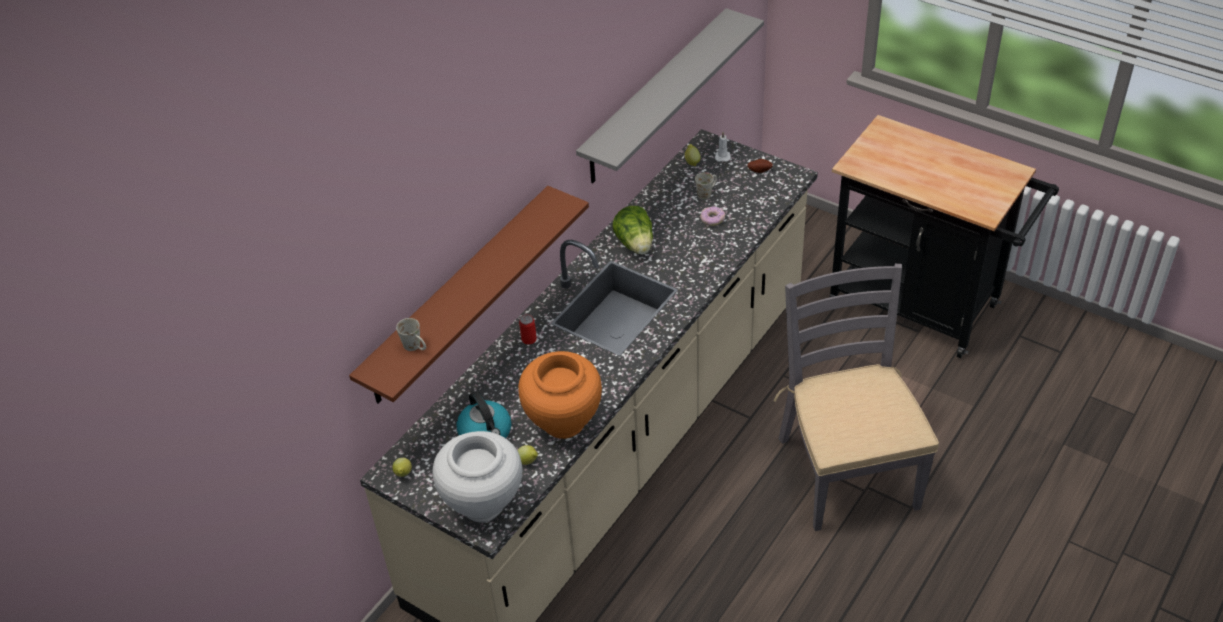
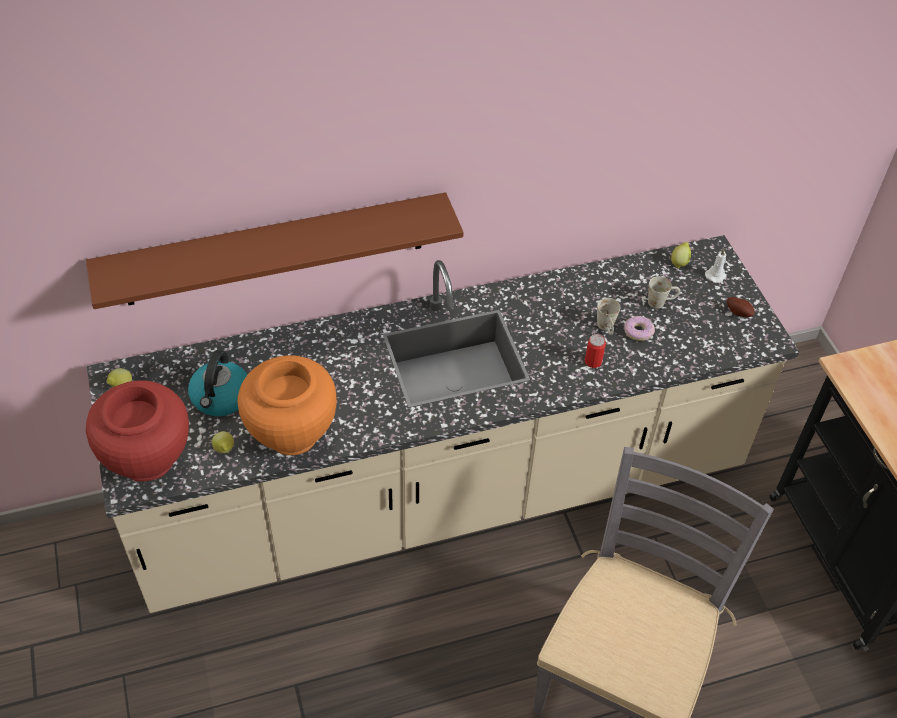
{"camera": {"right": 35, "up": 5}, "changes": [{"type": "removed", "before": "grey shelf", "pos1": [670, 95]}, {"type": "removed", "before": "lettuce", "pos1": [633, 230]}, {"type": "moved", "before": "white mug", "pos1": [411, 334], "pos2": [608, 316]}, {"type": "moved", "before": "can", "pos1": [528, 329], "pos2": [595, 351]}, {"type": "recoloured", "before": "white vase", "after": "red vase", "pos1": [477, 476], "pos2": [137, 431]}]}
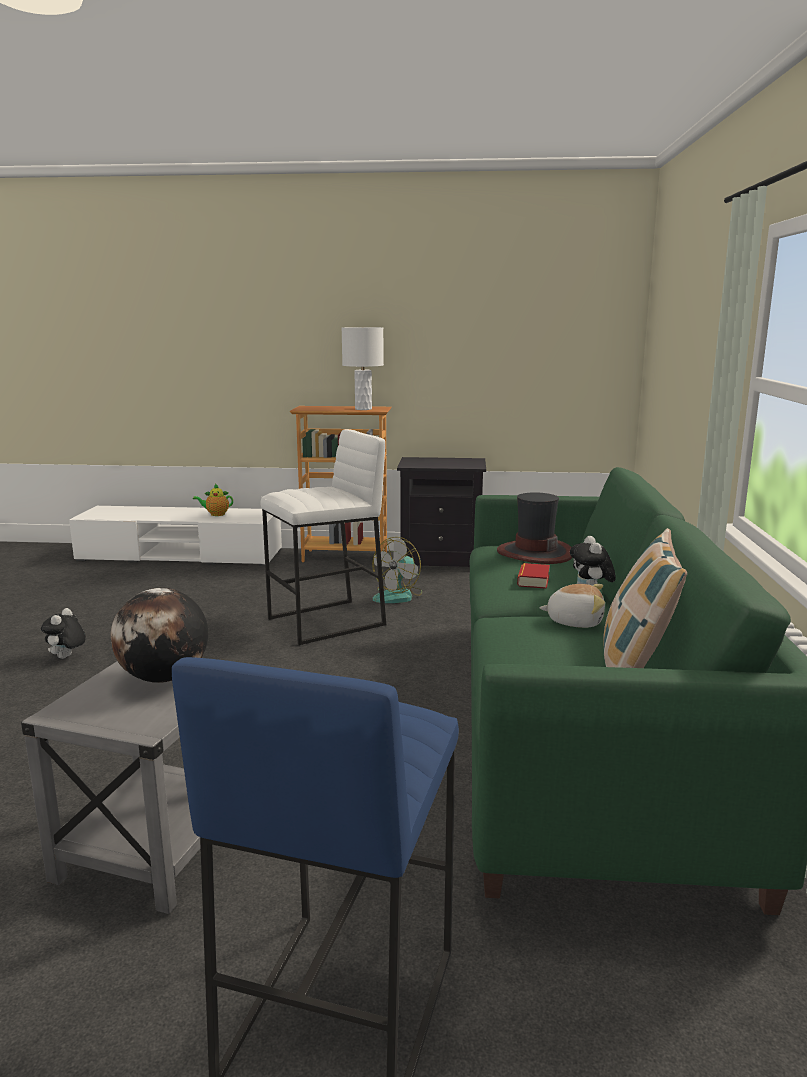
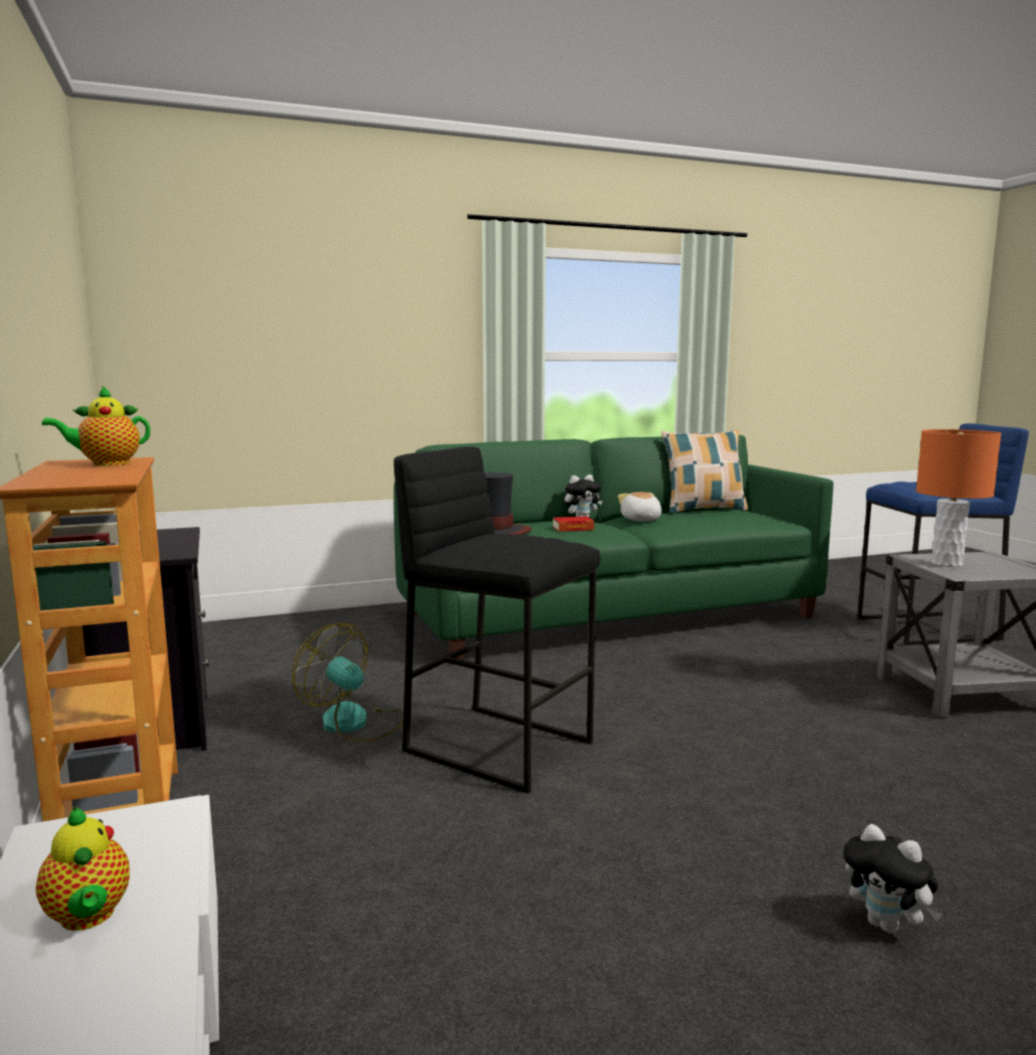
{"camera": {"right": -115, "up": -5}, "changes": [{"type": "replaced", "before": "globe", "after": "orange table lamp", "pos1": [159, 635], "pos2": [958, 498]}, {"type": "replaced", "before": "white table lamp", "after": "teapot", "pos1": [363, 368], "pos2": [96, 425]}, {"type": "recoloured", "before": "white stool", "after": "black stool", "pos1": [323, 537], "pos2": [497, 620]}, {"type": "turned", "before": "plush toy", "pos1": [63, 633], "pos2": [893, 878], "turn": 60}, {"type": "turned", "before": "fan", "pos1": [397, 570], "pos2": [348, 682], "turn": -150}]}
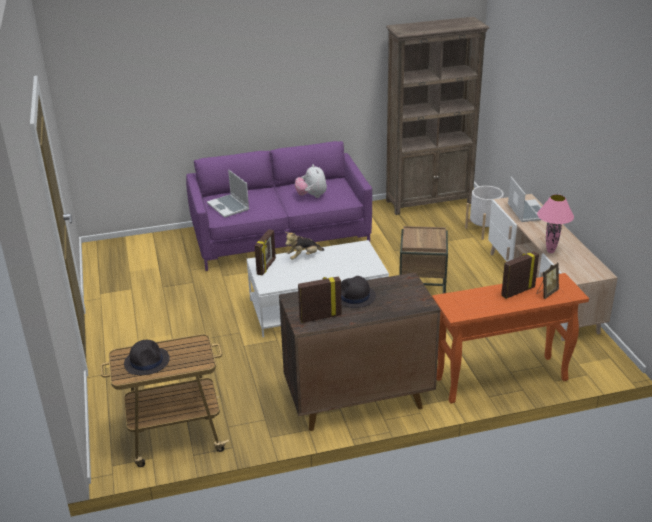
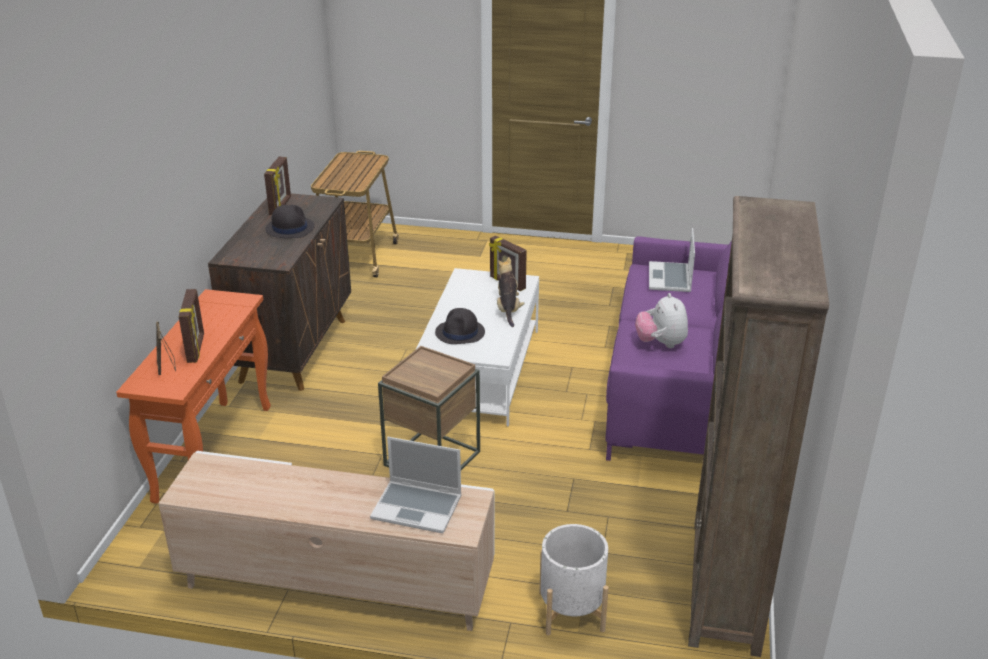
{"camera": {"right": 115, "up": 0}, "changes": [{"type": "removed", "before": "pink table lamp", "pos1": [555, 223]}, {"type": "moved", "before": "black hat", "pos1": [146, 357], "pos2": [460, 326]}, {"type": "turned", "before": "laptop", "pos1": [228, 194], "pos2": [672, 260], "turn": -75}, {"type": "turned", "before": "plush toy", "pos1": [311, 181], "pos2": [661, 320], "turn": -105}]}
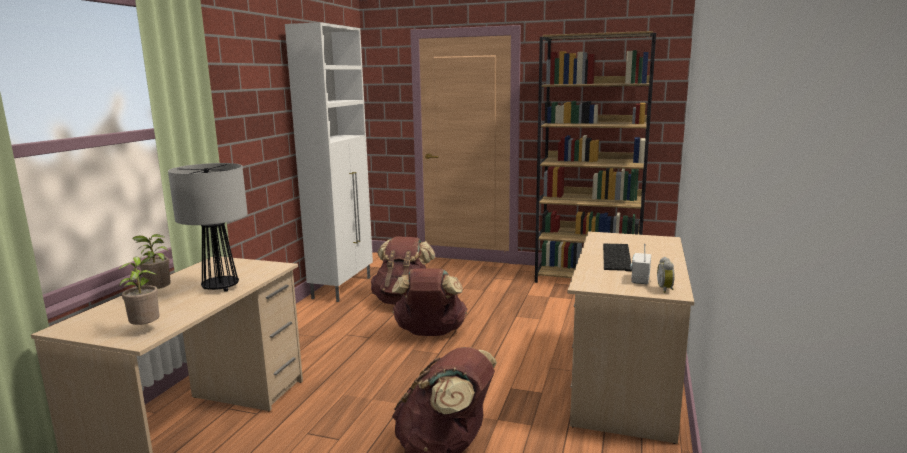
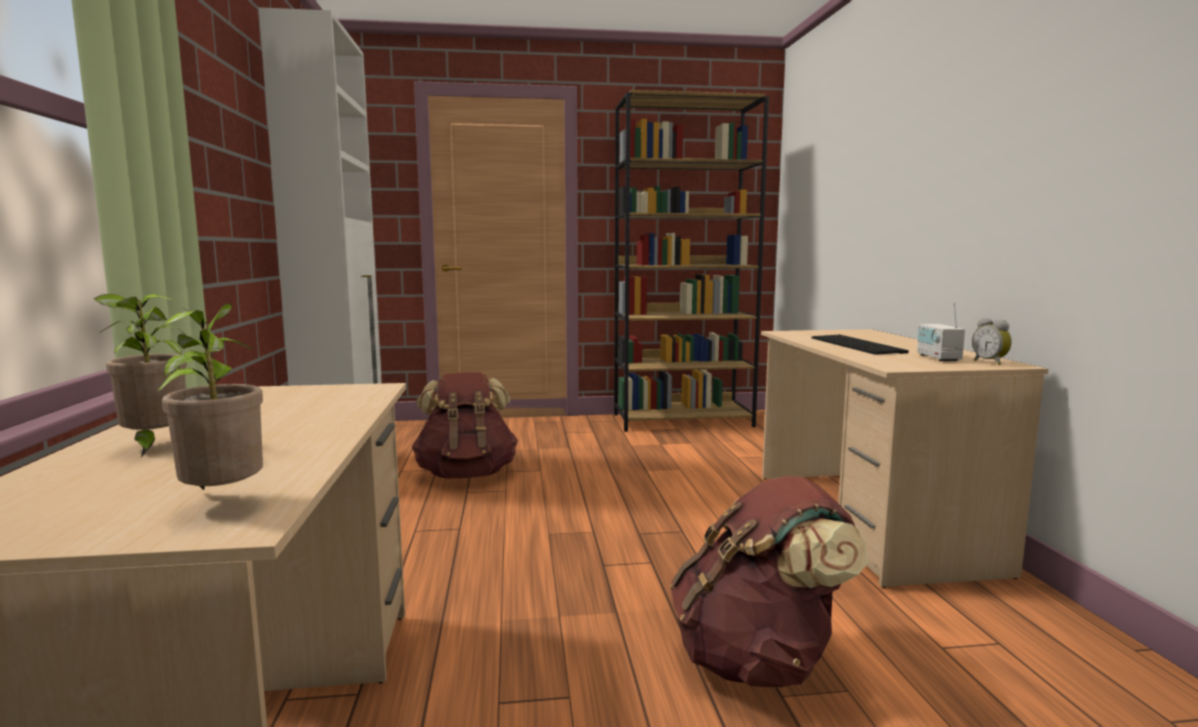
{"camera": {"right": -25, "up": -5}, "changes": [{"type": "removed", "before": "table lamp", "pos1": [208, 227]}, {"type": "removed", "before": "brown backpack", "pos1": [429, 302]}]}
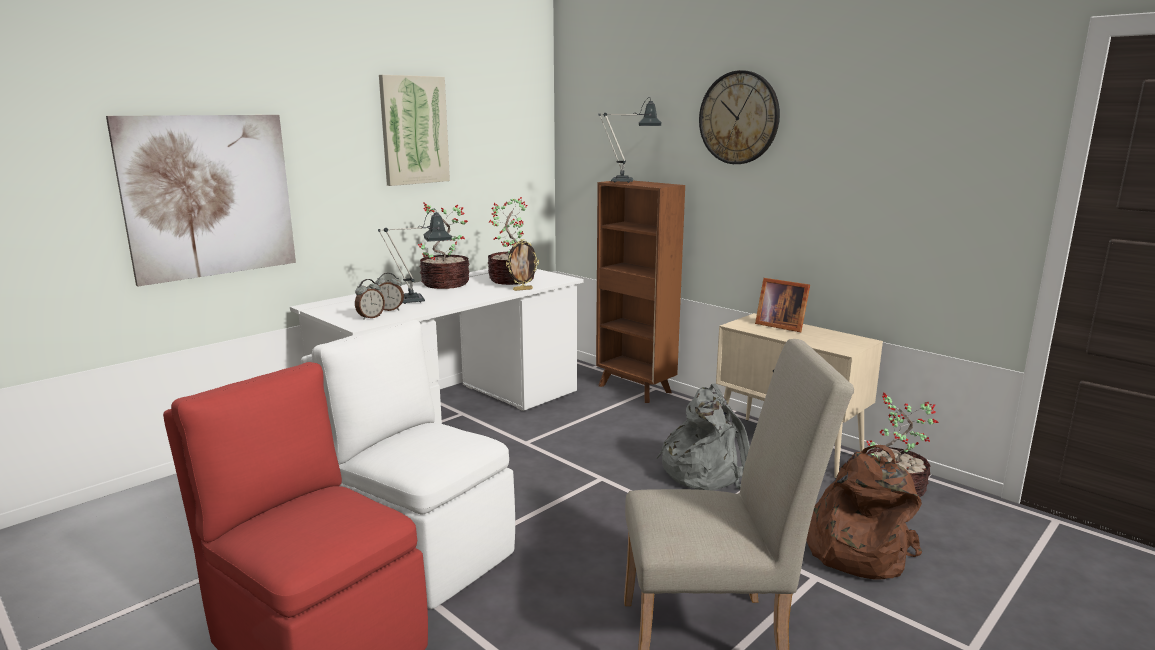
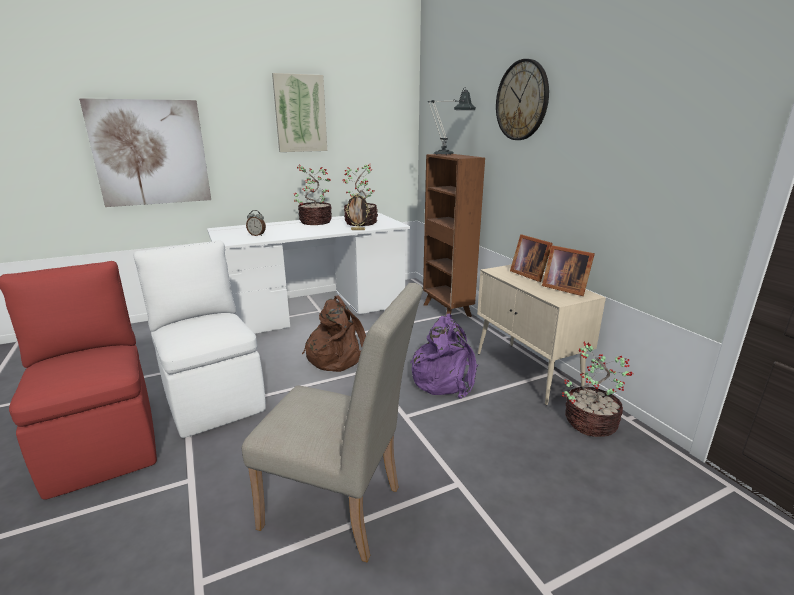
{"camera": {"right": 20, "up": 5}, "changes": [{"type": "removed", "before": "alarm clock", "pos1": [370, 299]}, {"type": "removed", "before": "table lamp", "pos1": [415, 256]}, {"type": "added", "after": "picture frame", "pos2": [568, 270]}, {"type": "moved", "before": "brown backpack", "pos1": [864, 512], "pos2": [334, 333]}, {"type": "recoloured", "before": "grey backpack", "after": "purple backpack", "pos1": [703, 437], "pos2": [444, 356]}]}
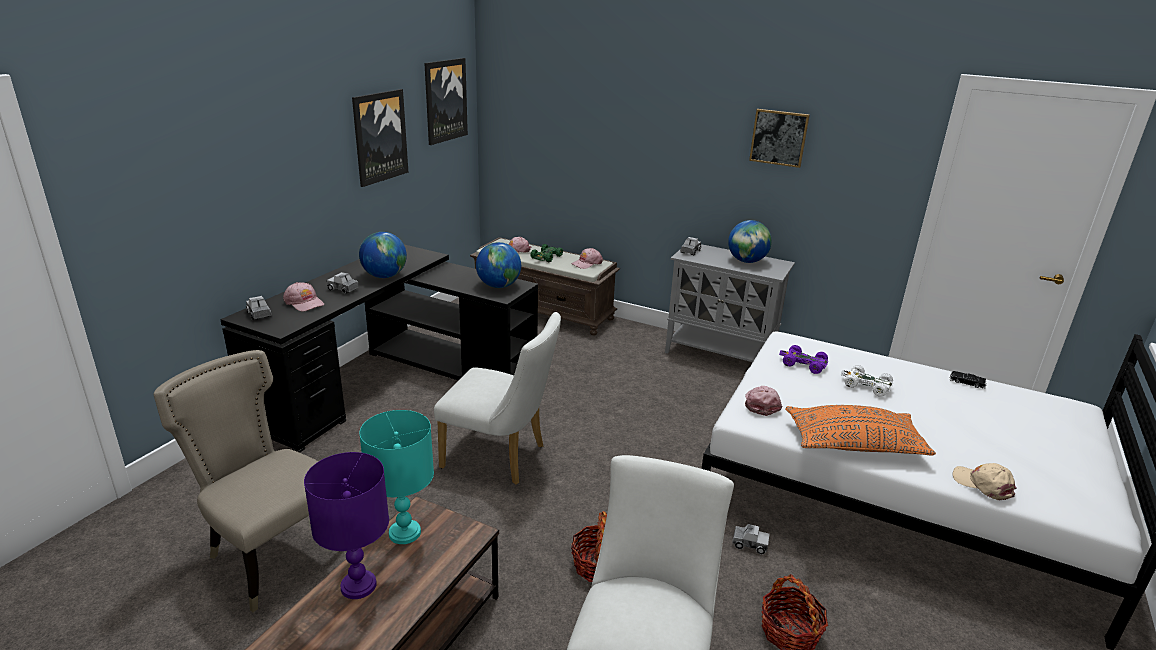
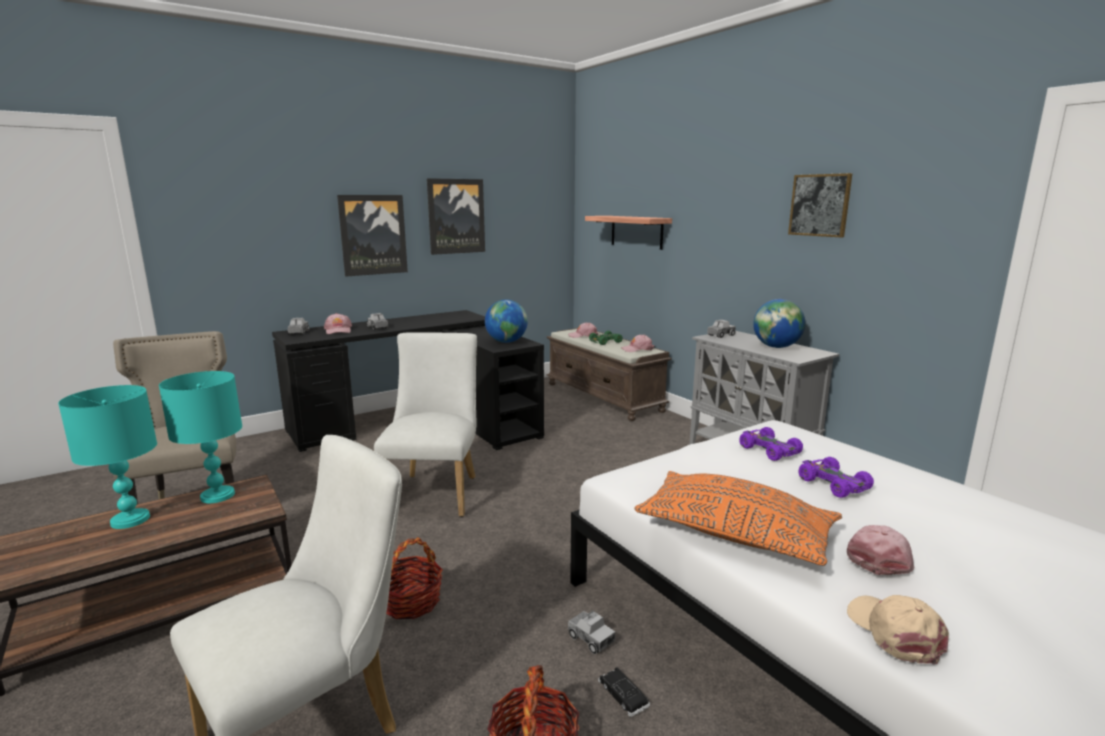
{"camera": {"right": 30, "up": -10}, "changes": [{"type": "removed", "before": "globe", "pos1": [383, 255]}, {"type": "added", "after": "shelf", "pos2": [628, 233]}, {"type": "moved", "before": "picture", "pos1": [446, 101], "pos2": [372, 235]}, {"type": "moved", "before": "pink cap", "pos1": [763, 401], "pos2": [880, 550]}, {"type": "moved", "before": "black toy car", "pos1": [968, 380], "pos2": [624, 692]}, {"type": "recoloured", "before": "purple table lamp", "after": "turquoise table lamp", "pos1": [346, 525], "pos2": [107, 457]}, {"type": "recoloured", "before": "white toy car", "after": "purple toy car", "pos1": [866, 381], "pos2": [836, 477]}, {"type": "turned", "before": "white chair", "pos1": [497, 398], "pos2": [425, 424], "turn": -135}]}
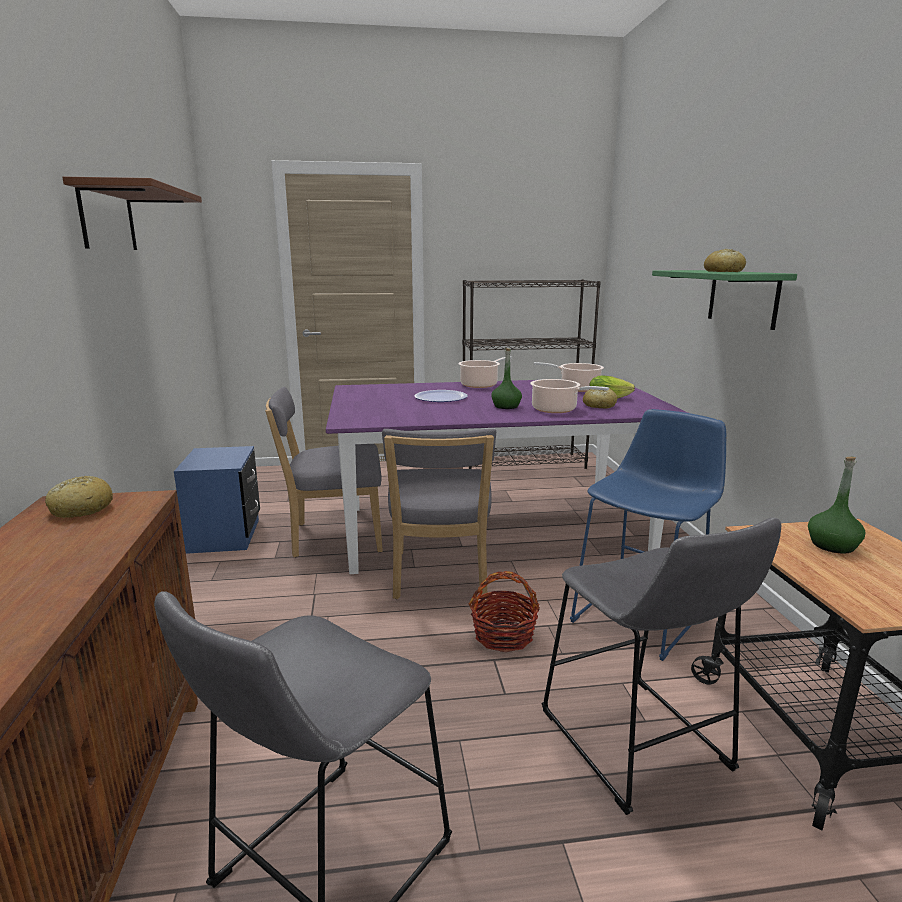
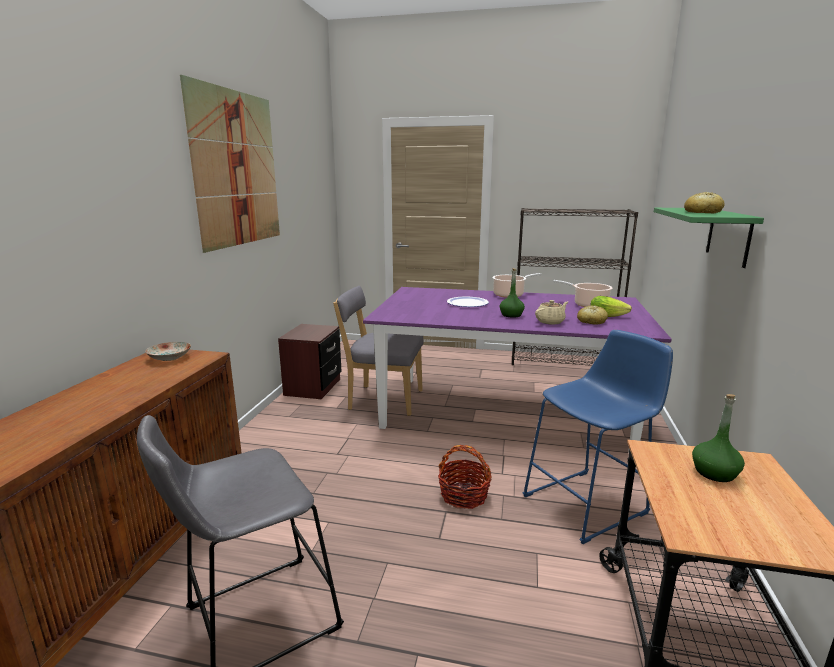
{"camera": {"right": 20, "up": 0}, "changes": [{"type": "removed", "before": "grey chair", "pos1": [439, 513]}, {"type": "removed", "before": "grey stool", "pos1": [661, 666]}, {"type": "replaced", "before": "bread", "after": "plate", "pos1": [79, 497], "pos2": [168, 351]}, {"type": "replaced", "before": "brown shelf", "after": "picture", "pos1": [132, 213], "pos2": [230, 164]}, {"type": "replaced", "before": "cooking pot", "after": "beige teapot", "pos1": [569, 396], "pos2": [551, 312]}, {"type": "recoloured", "before": "blue nightstand", "after": "brown nightstand", "pos1": [217, 500], "pos2": [310, 361]}]}
